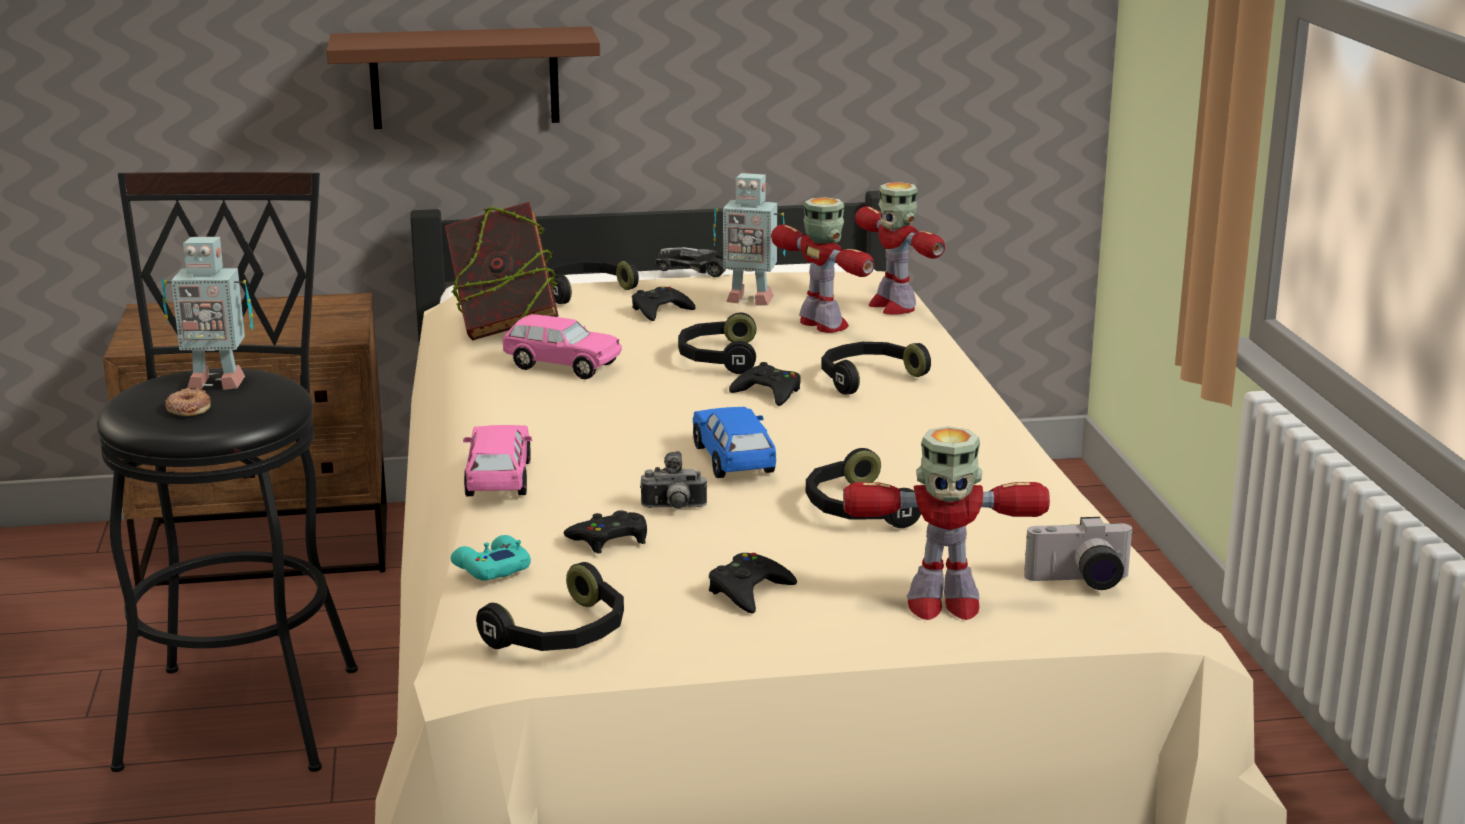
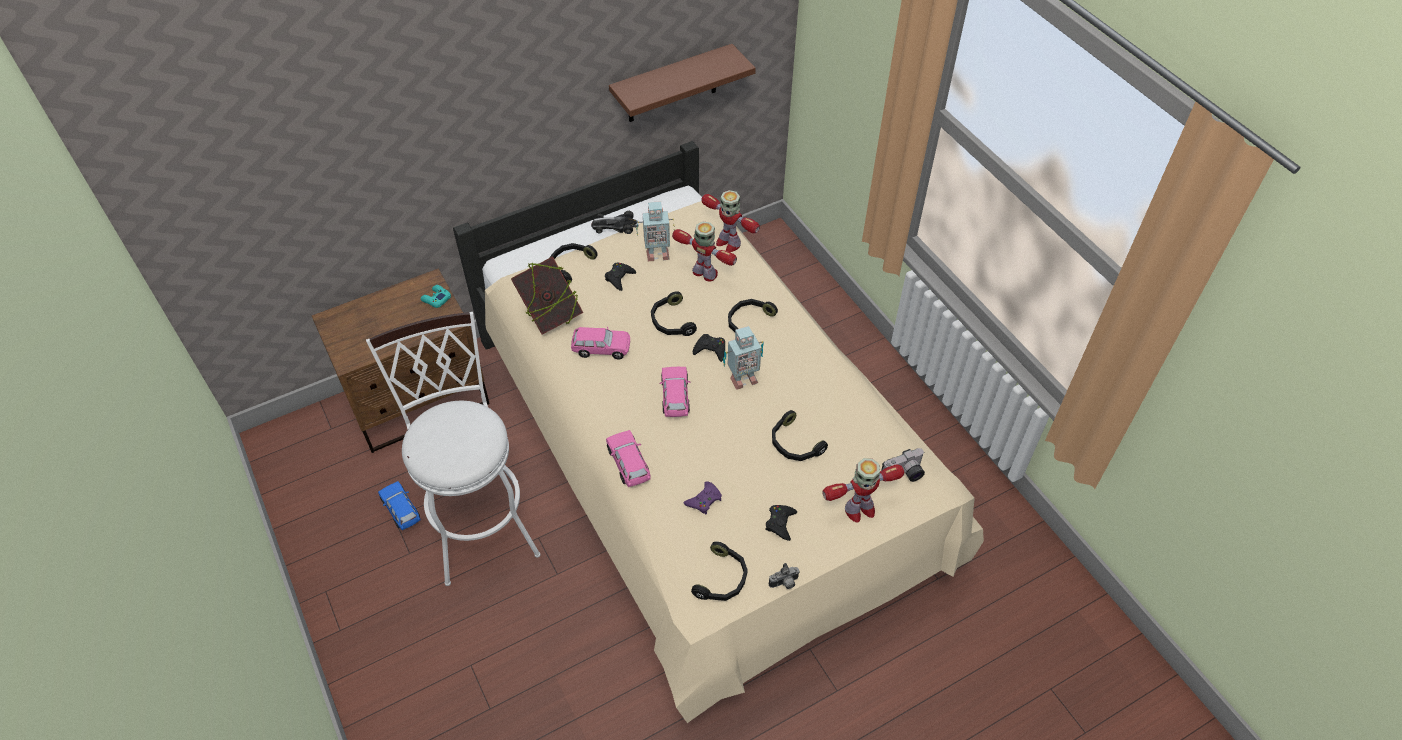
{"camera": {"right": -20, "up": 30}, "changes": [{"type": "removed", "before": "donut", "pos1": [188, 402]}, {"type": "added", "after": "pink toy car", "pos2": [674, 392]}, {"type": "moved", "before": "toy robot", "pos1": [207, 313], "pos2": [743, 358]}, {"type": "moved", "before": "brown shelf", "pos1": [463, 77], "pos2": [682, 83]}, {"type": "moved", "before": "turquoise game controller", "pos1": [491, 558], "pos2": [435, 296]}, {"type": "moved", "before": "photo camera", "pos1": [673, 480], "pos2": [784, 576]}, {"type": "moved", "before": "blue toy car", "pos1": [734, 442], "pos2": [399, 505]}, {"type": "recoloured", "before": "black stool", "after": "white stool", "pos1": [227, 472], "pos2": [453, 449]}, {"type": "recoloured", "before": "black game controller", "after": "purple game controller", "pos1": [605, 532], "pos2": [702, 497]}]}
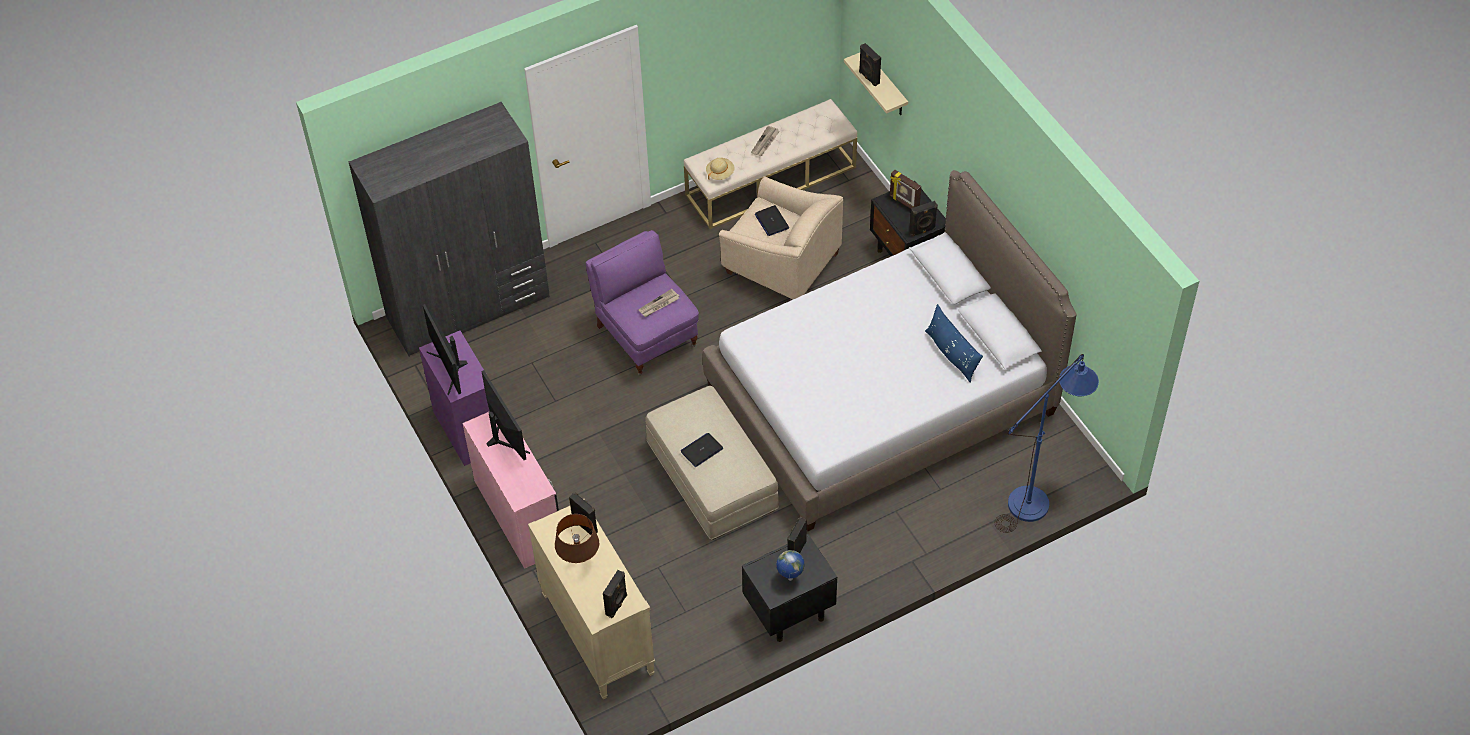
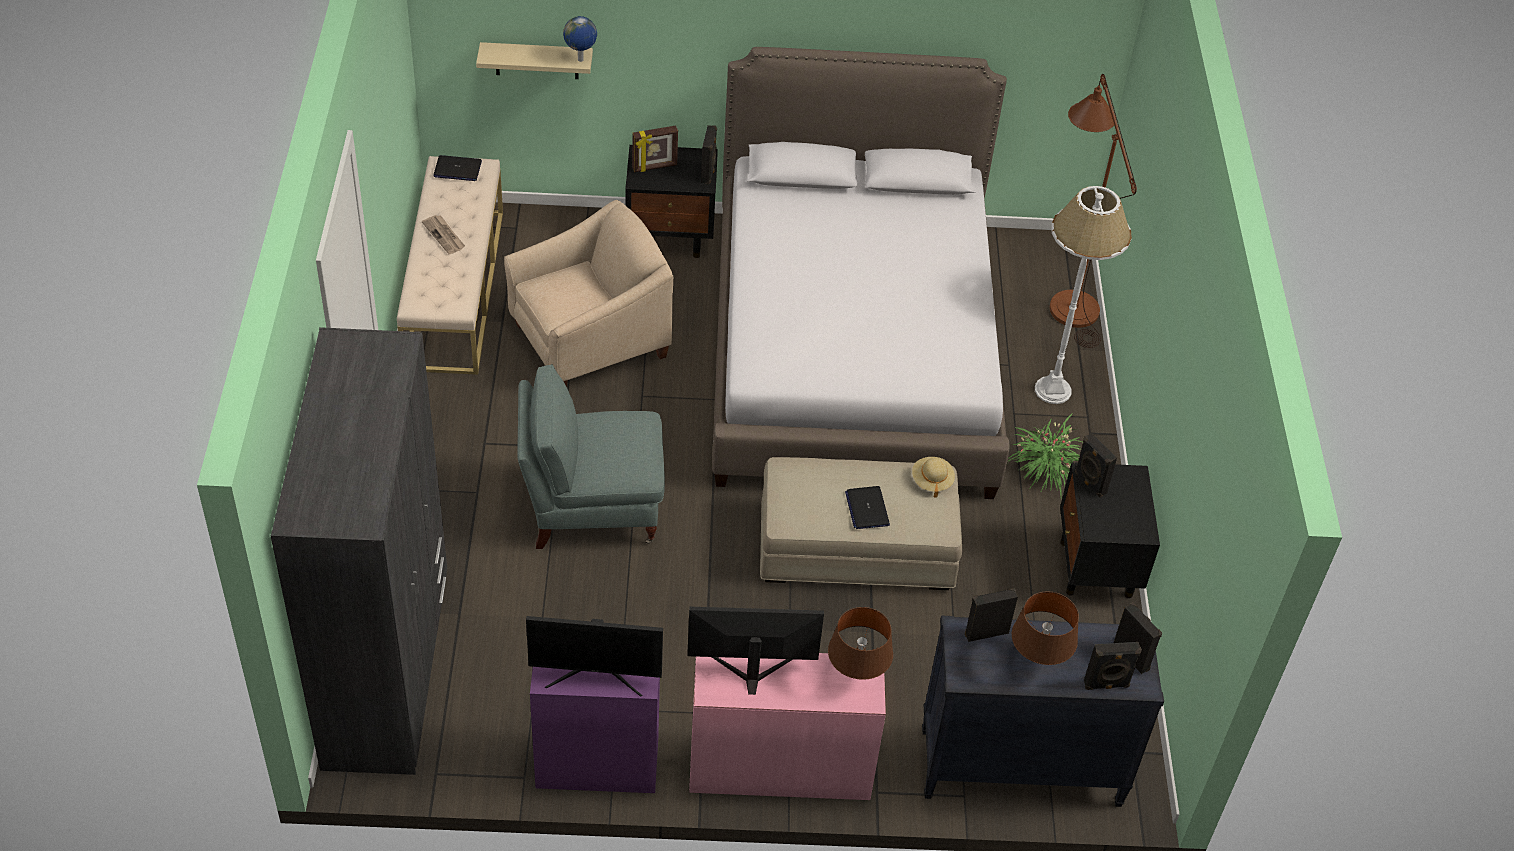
{"camera": {"right": -65, "up": -5}, "changes": [{"type": "removed", "before": "newspaper", "pos1": [658, 303]}, {"type": "removed", "before": "blue pillow", "pos1": [954, 343]}, {"type": "added", "after": "brown table lamp", "pos2": [860, 643]}, {"type": "added", "after": "potted plant", "pos2": [1044, 455]}, {"type": "added", "after": "white floor lamp", "pos2": [1083, 295]}, {"type": "moved", "before": "beige hat", "pos1": [720, 169], "pos2": [933, 477]}, {"type": "moved", "before": "laptop", "pos1": [772, 220], "pos2": [457, 168]}, {"type": "moved", "before": "globe", "pos1": [790, 565], "pos2": [580, 39]}, {"type": "moved", "before": "black speaker", "pos1": [870, 64], "pos2": [1113, 666]}, {"type": "recoloured", "before": "beige dresser", "after": "black dresser", "pos1": [591, 599], "pos2": [1043, 711]}, {"type": "recoloured", "before": "purple armchair", "after": "grey armchair", "pos1": [642, 303], "pos2": [591, 456]}, {"type": "recoloured", "before": "blue floor lamp", "after": "brown floor lamp", "pos1": [1047, 443], "pos2": [1093, 211]}]}
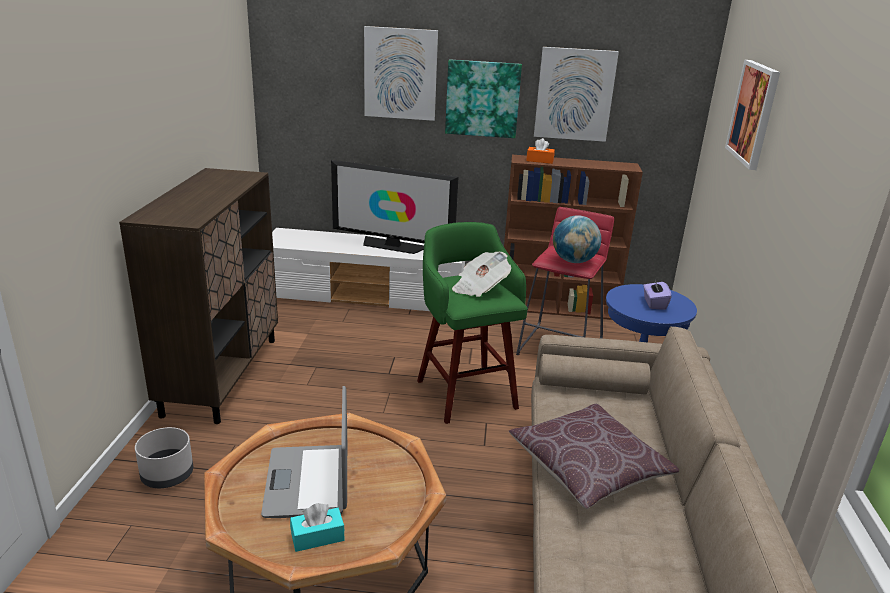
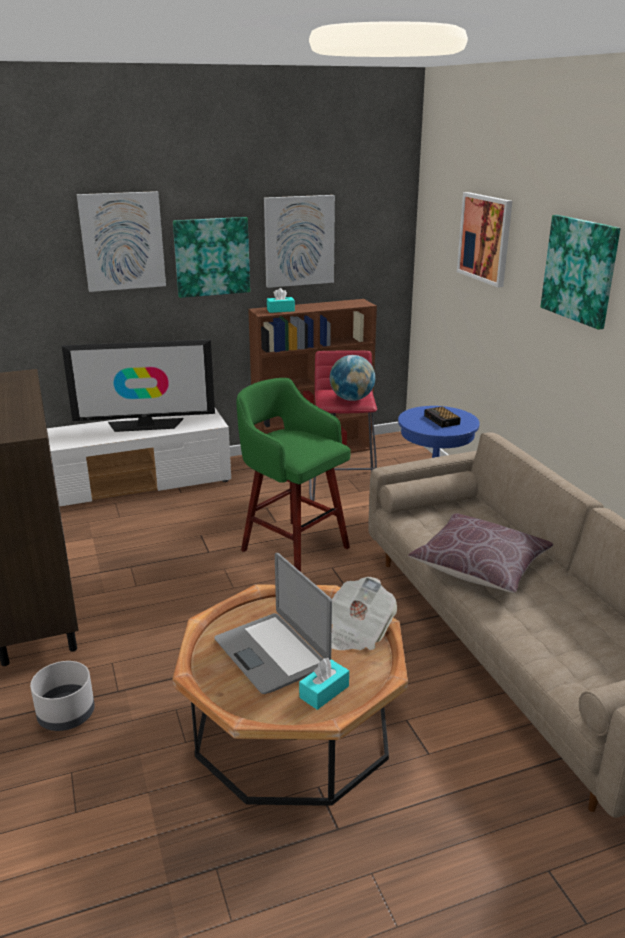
{"camera": {"right": -25, "up": 0}, "changes": [{"type": "added", "after": "picture", "pos2": [581, 272]}, {"type": "moved", "before": "newspaper", "pos1": [481, 274], "pos2": [364, 613]}, {"type": "replaced", "before": "purple tissue box", "after": "alarm clock", "pos1": [657, 295], "pos2": [442, 417]}, {"type": "recoloured", "before": "orange tissue box", "after": "turquoise tissue box", "pos1": [540, 151], "pos2": [281, 300]}]}
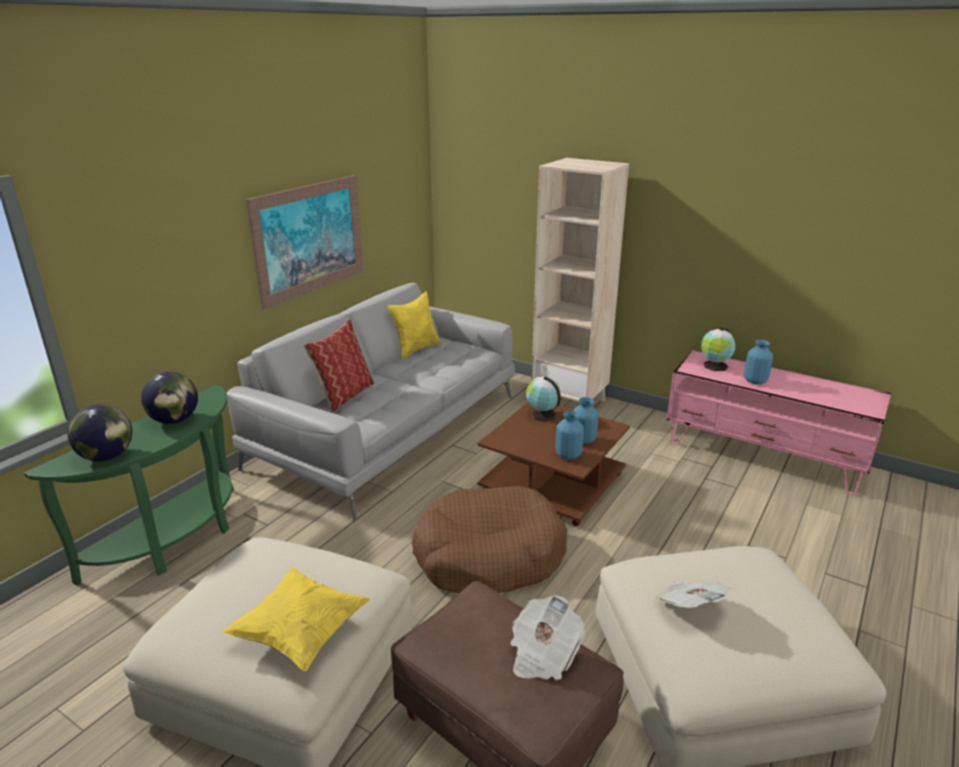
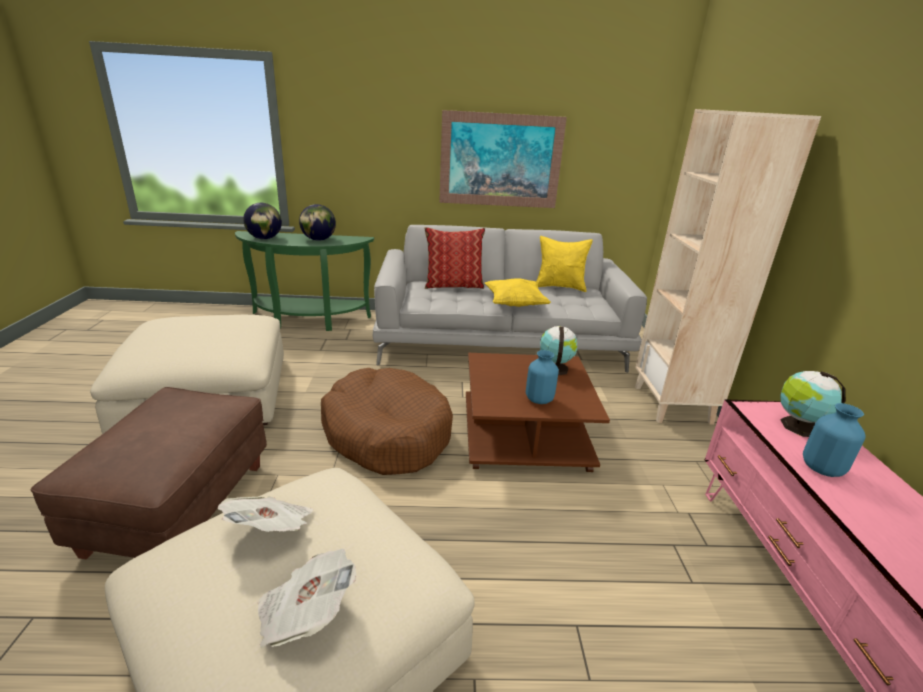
{"camera": {"right": 55, "up": 0}, "changes": [{"type": "removed", "before": "blue vase", "pos1": [570, 435]}, {"type": "moved", "before": "yellow pillow", "pos1": [296, 619], "pos2": [518, 292]}, {"type": "moved", "before": "newspaper", "pos1": [547, 637], "pos2": [307, 598]}]}
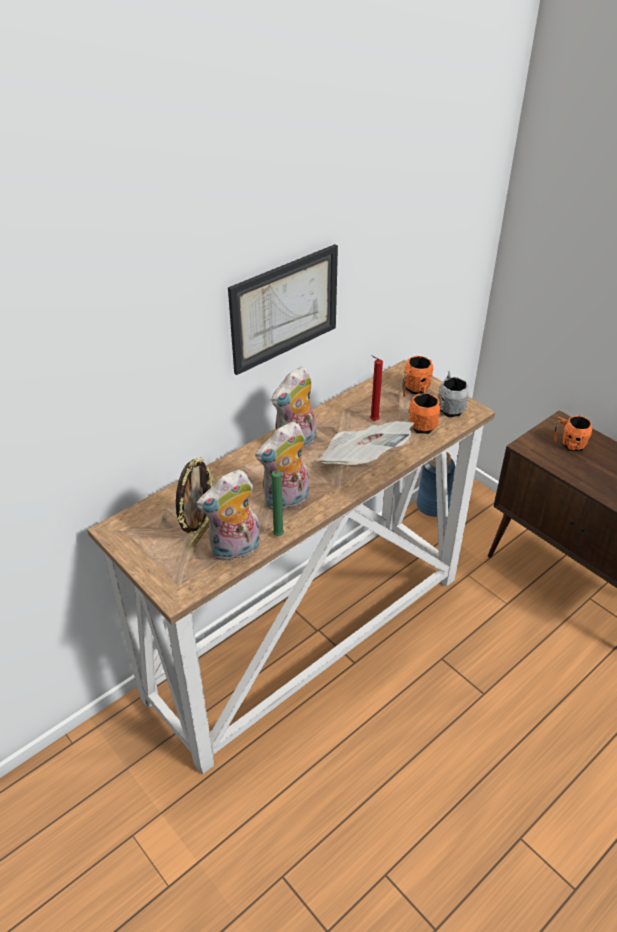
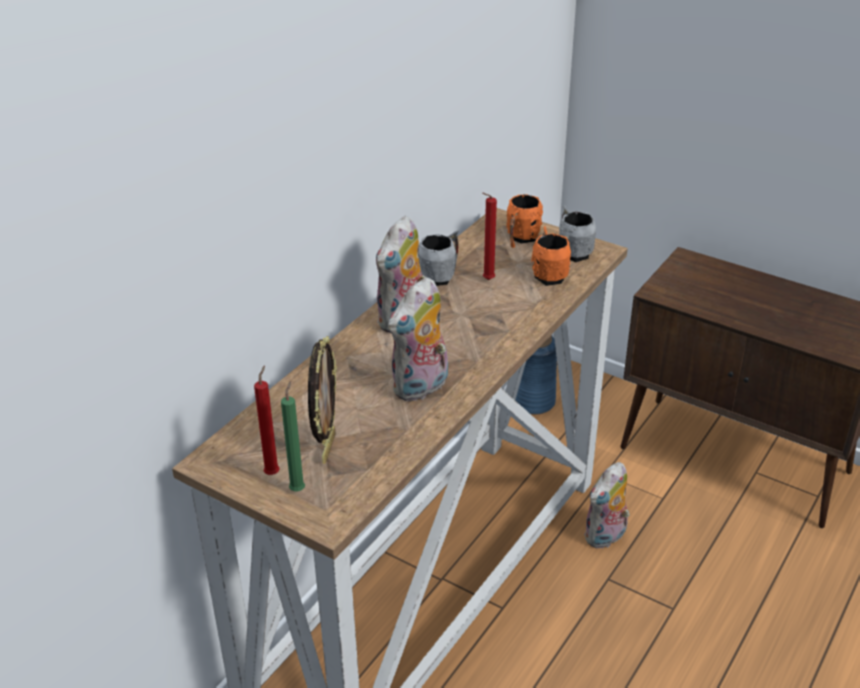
{"camera": {"right": -15, "up": -5}, "changes": [{"type": "removed", "before": "picture", "pos1": [283, 309]}, {"type": "removed", "before": "newspaper", "pos1": [365, 443]}, {"type": "removed", "before": "orange mug", "pos1": [573, 433]}, {"type": "added", "after": "red candle", "pos2": [267, 420]}, {"type": "added", "after": "grey mug", "pos2": [438, 258]}, {"type": "moved", "before": "plush toy", "pos1": [228, 516], "pos2": [607, 505]}, {"type": "moved", "before": "green candle", "pos1": [277, 498], "pos2": [293, 436]}]}
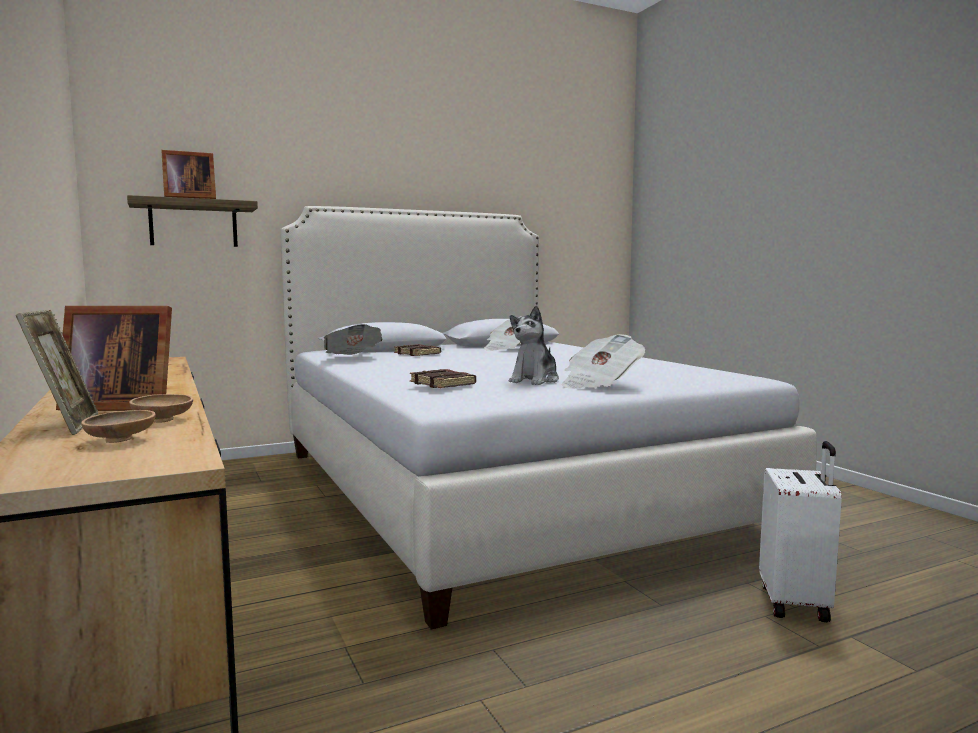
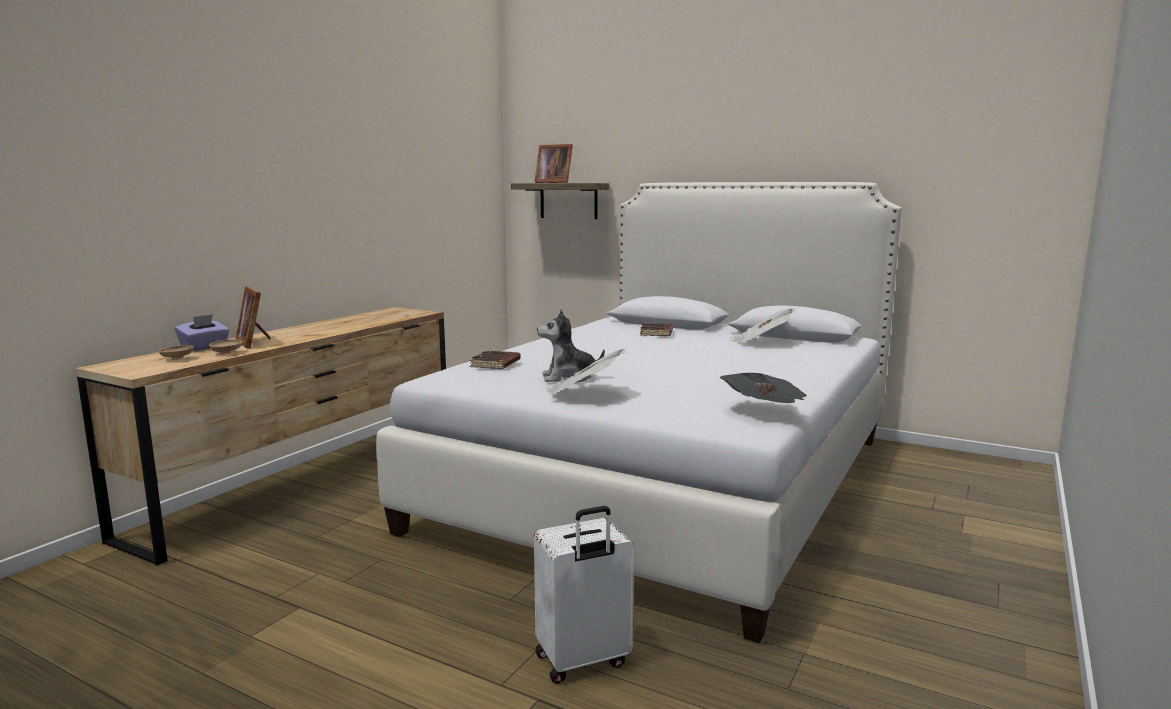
{"camera": {"right": 55, "up": 5}, "changes": [{"type": "moved", "before": "newspaper", "pos1": [353, 339], "pos2": [763, 388]}, {"type": "replaced", "before": "picture frame", "after": "purple tissue box", "pos1": [57, 372], "pos2": [202, 332]}]}
